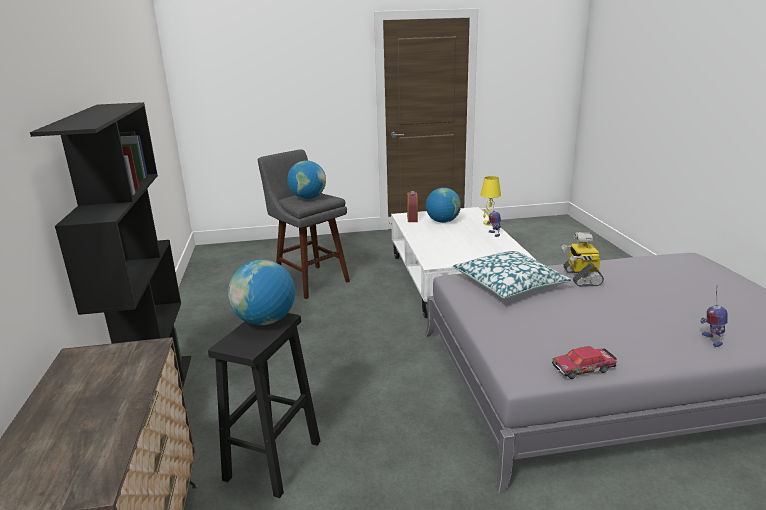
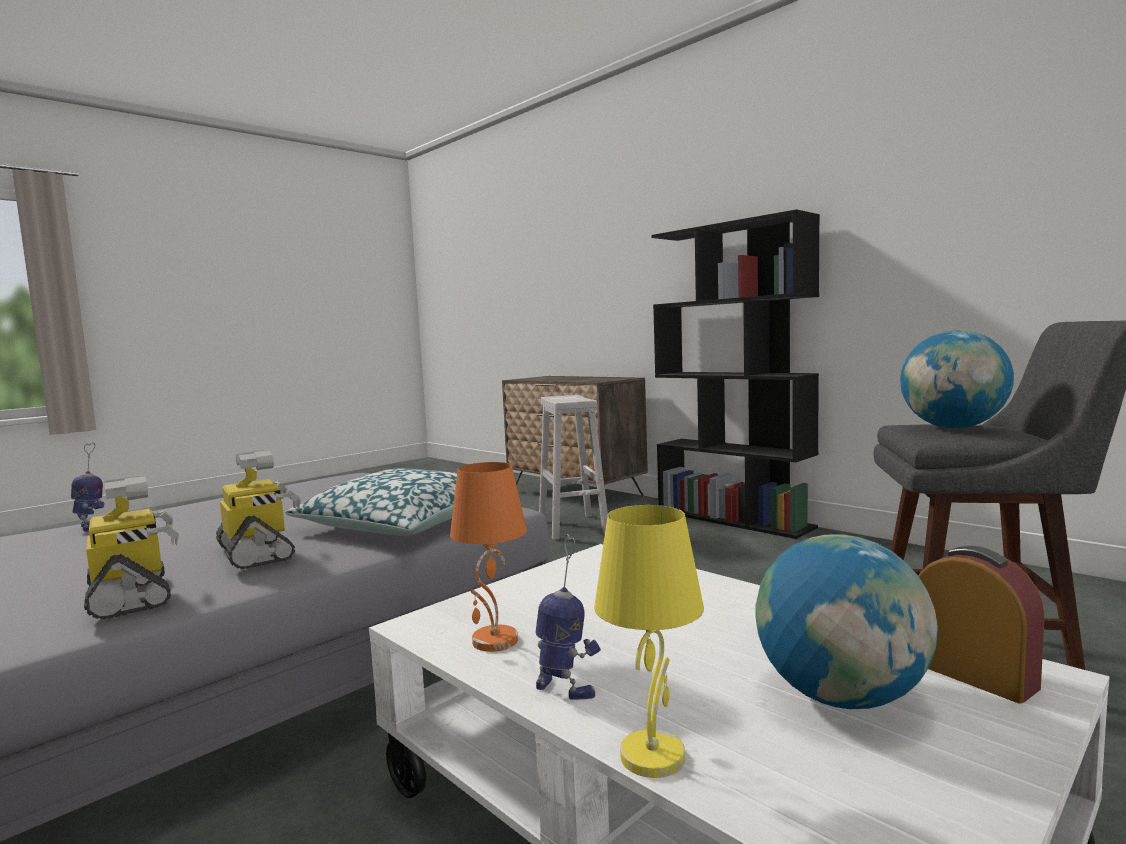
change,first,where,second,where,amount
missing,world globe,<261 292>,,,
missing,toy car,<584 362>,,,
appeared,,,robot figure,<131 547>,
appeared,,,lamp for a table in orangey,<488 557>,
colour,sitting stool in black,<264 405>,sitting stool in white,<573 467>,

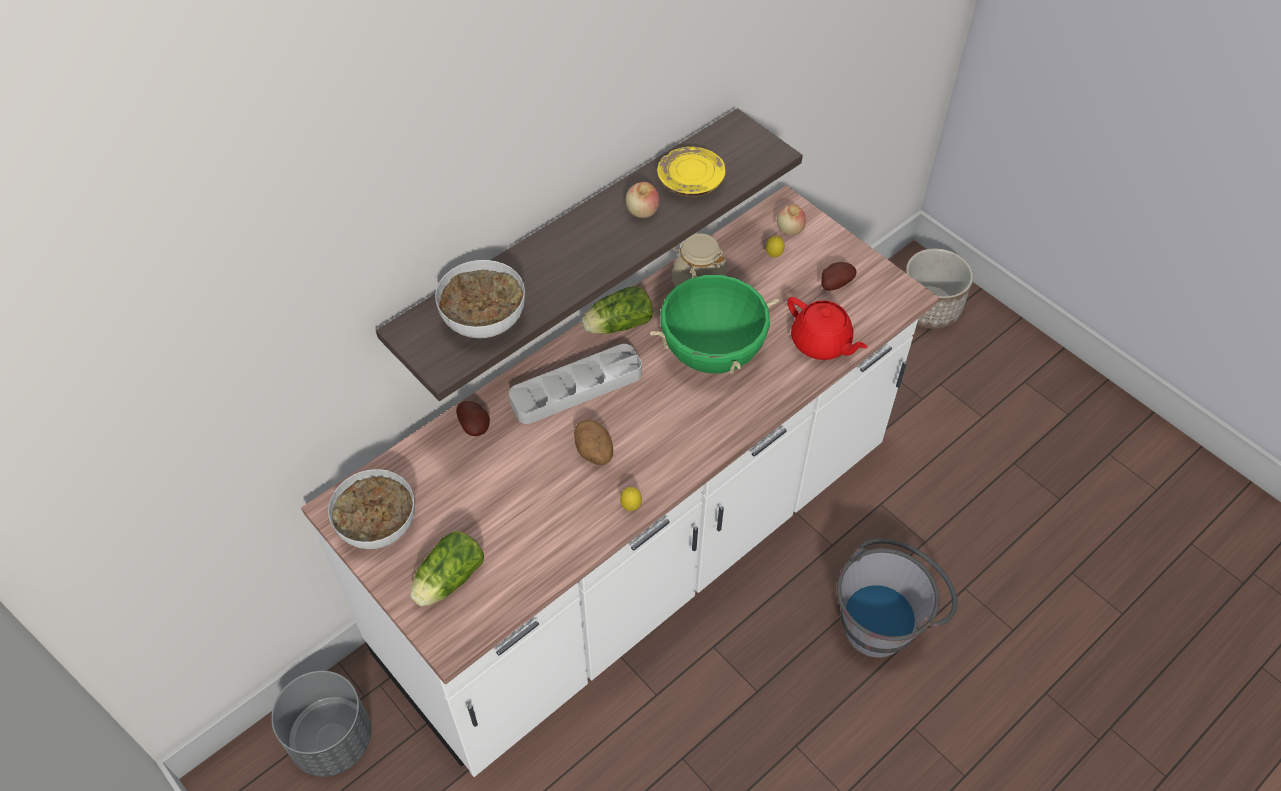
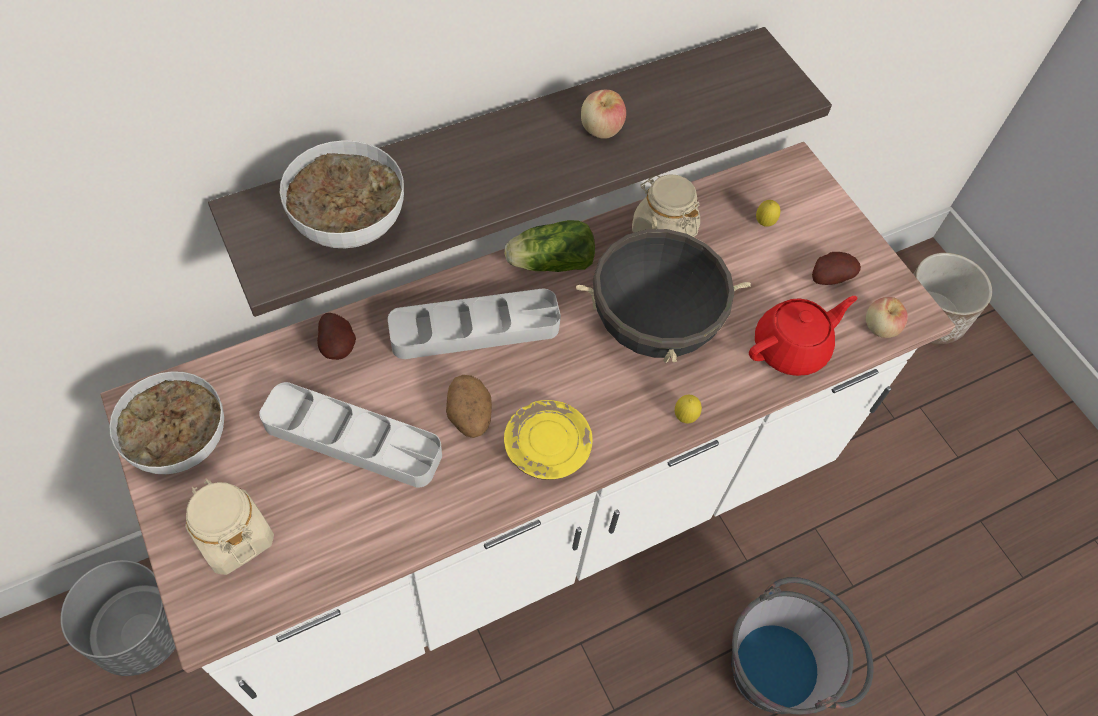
change,first,where,second,where,amount
appeared,,,tray in grey,<350 435>,
relocated,citrus fruit,<631 499>,,<688 409>,
relocated,flat dish in yellowish,<691 172>,,<548 440>,
relocated,whole apple,<791 219>,,<887 317>,
exchanged,lettuce,<447 569>,jar in beige,<229 526>,
colour,cooking pot in green-coloured,<714 321>,cooking pot in black,<663 289>,
spun,pot for tea in red-coloured,<827 328>,,<803 336>,90 degrees counterclockwise

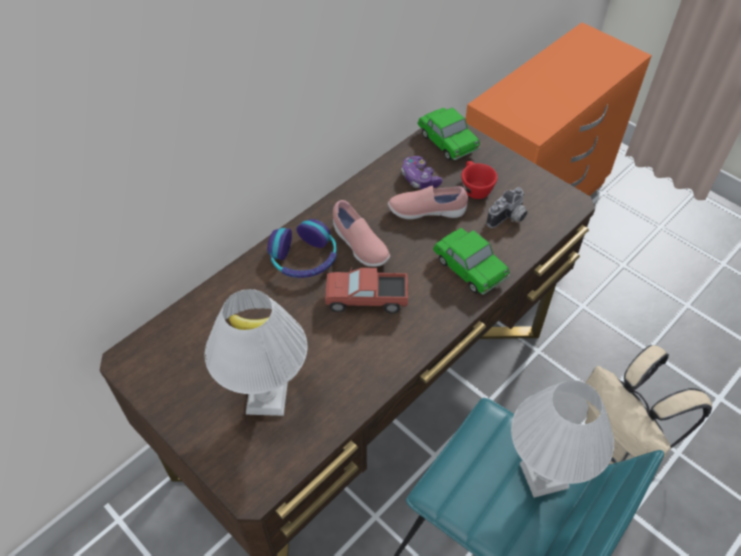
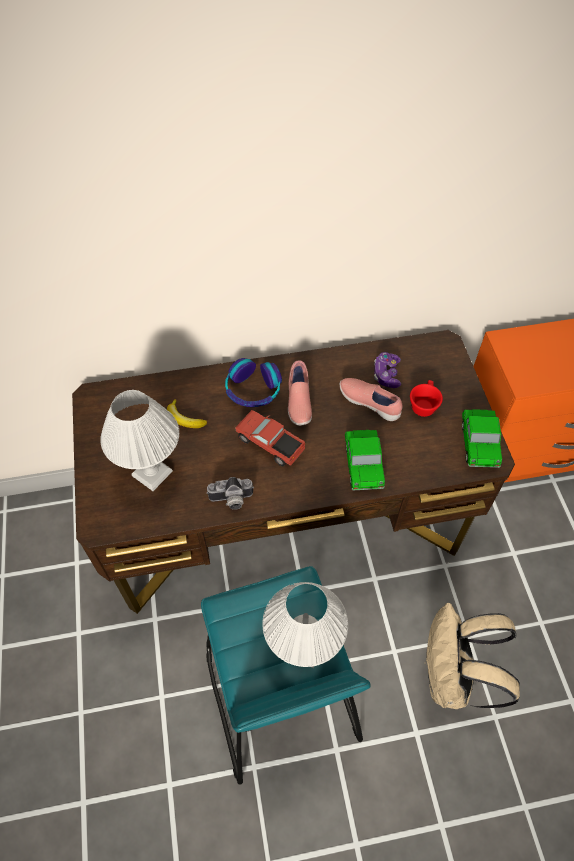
change,first,where,second,where,amount
relocated,toy car,<449 134>,,<482 438>,
relocated,photo camera,<507 207>,,<230 493>,

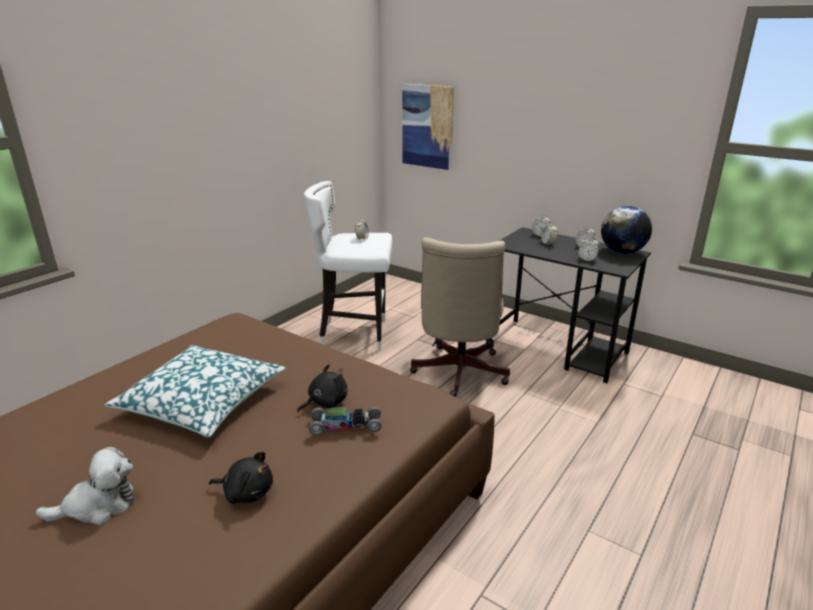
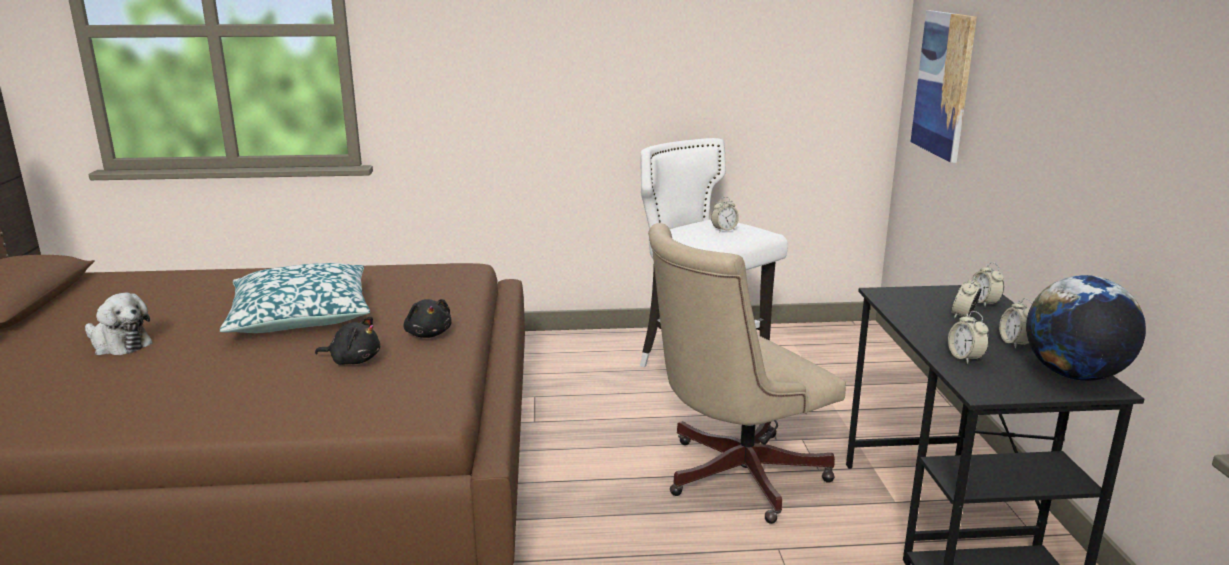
change,first,where,second,where,amount
missing,toy car,<345 421>,,,
relocated,plush toy in black,<241 478>,,<427 318>,

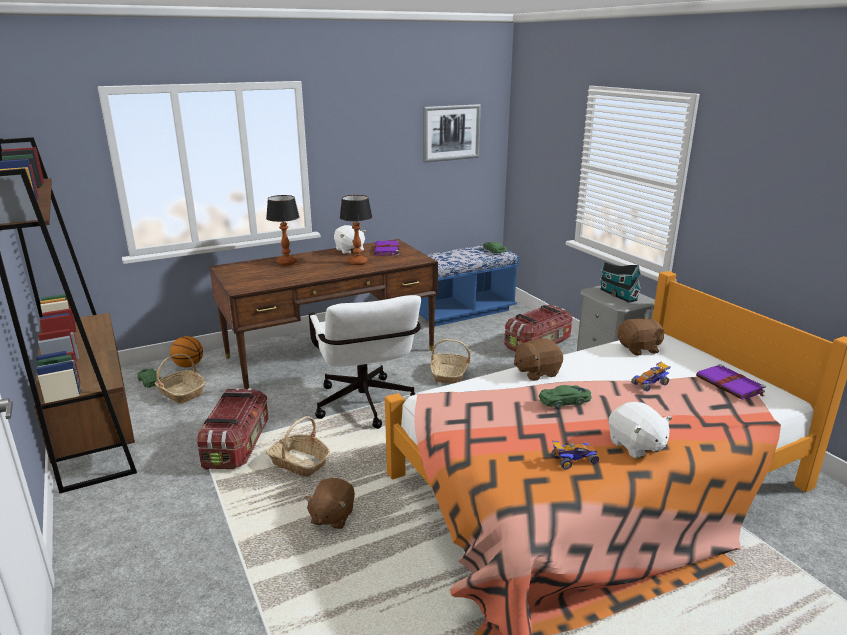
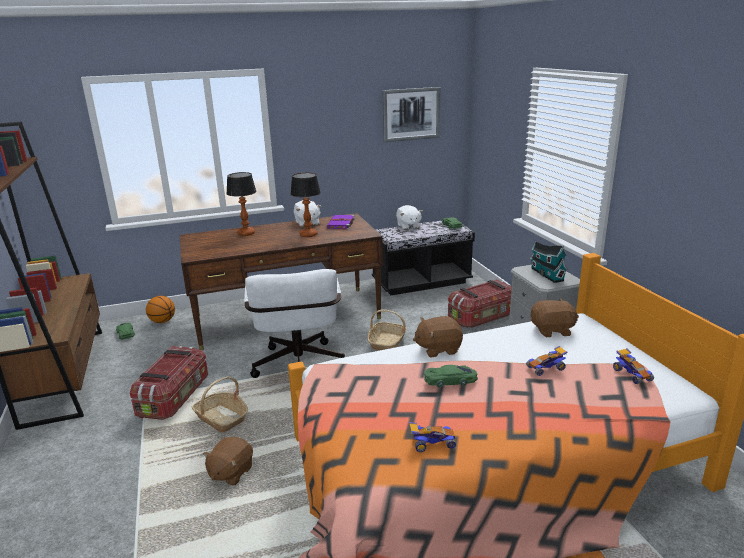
change,first,where,second,where,amount
missing,household basket,<180 379>,,,
relocated,plush toy in white,<640 430>,,<409 217>,
exchanged,book in purple-coloured,<731 382>,toy car,<633 366>,
colour,indoor bench in bluish,<469 285>,indoor bench in black,<423 257>,

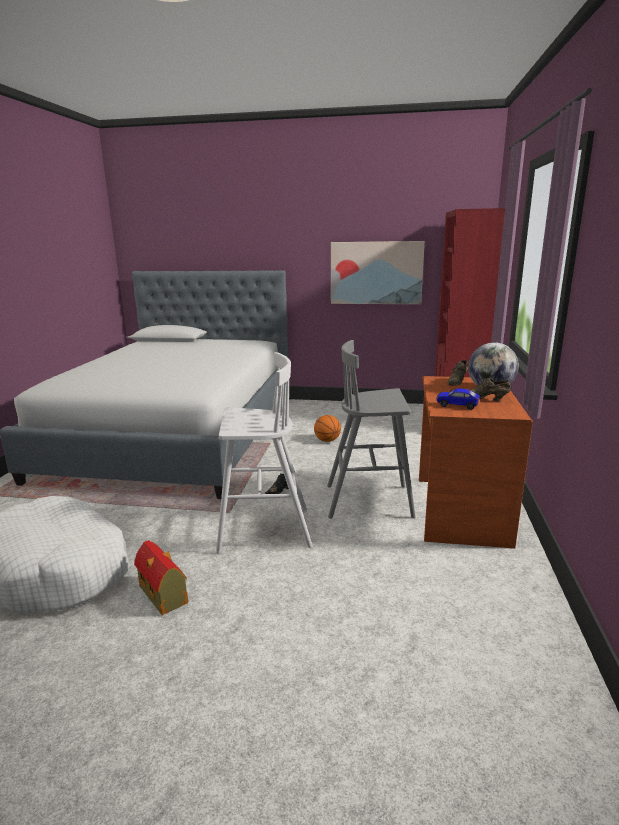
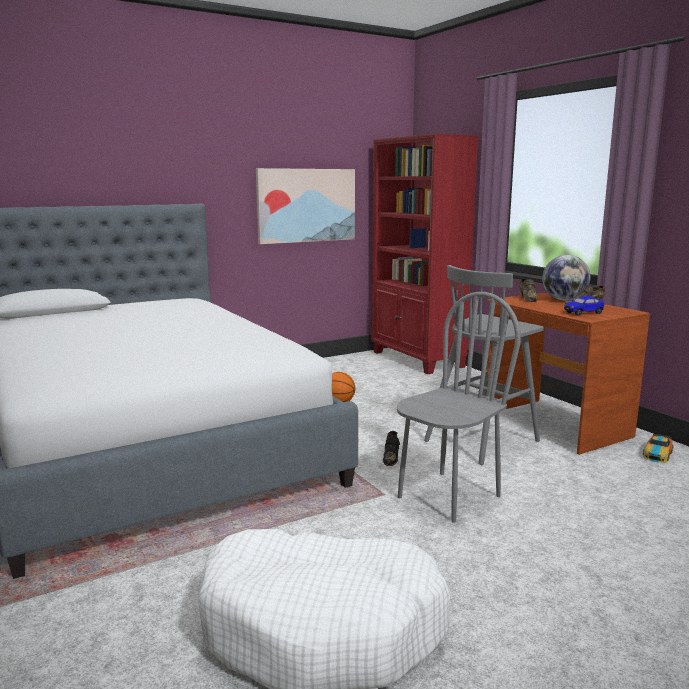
change,first,where,second,where,amount
missing,model house,<161 577>,,,
appeared,,,toy car,<658 448>,
exchanged,sitting stool in white,<264 453>,chair in grey,<459 407>,

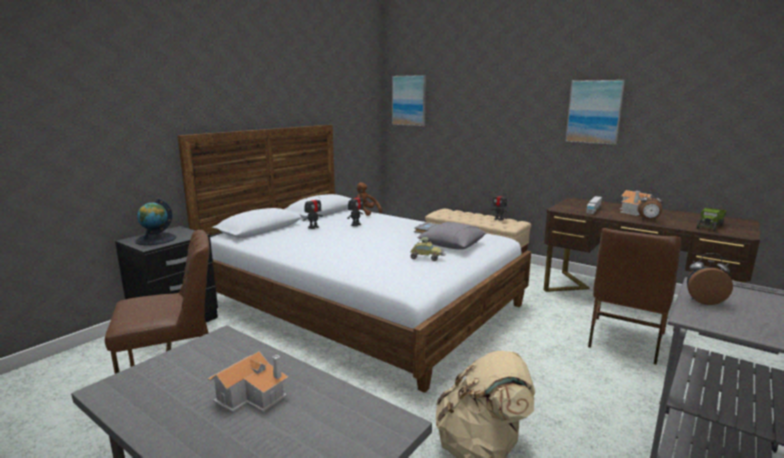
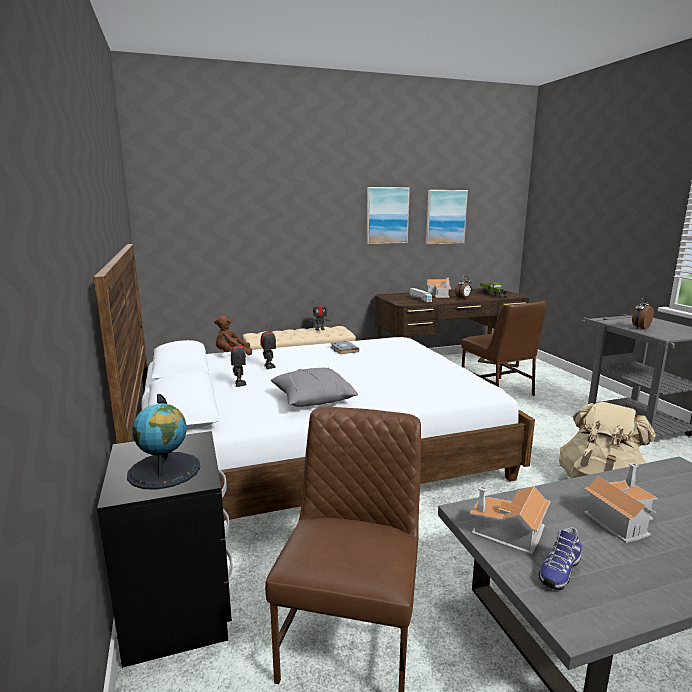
change,first,where,second,where,amount
missing,toy car,<428 249>,,,
appeared,,,model house,<510 520>,
appeared,,,shoe,<560 558>,
relocated,picture,<409 100>,,<447 217>,
relocated,throw pillow in grey,<451 236>,,<314 387>,

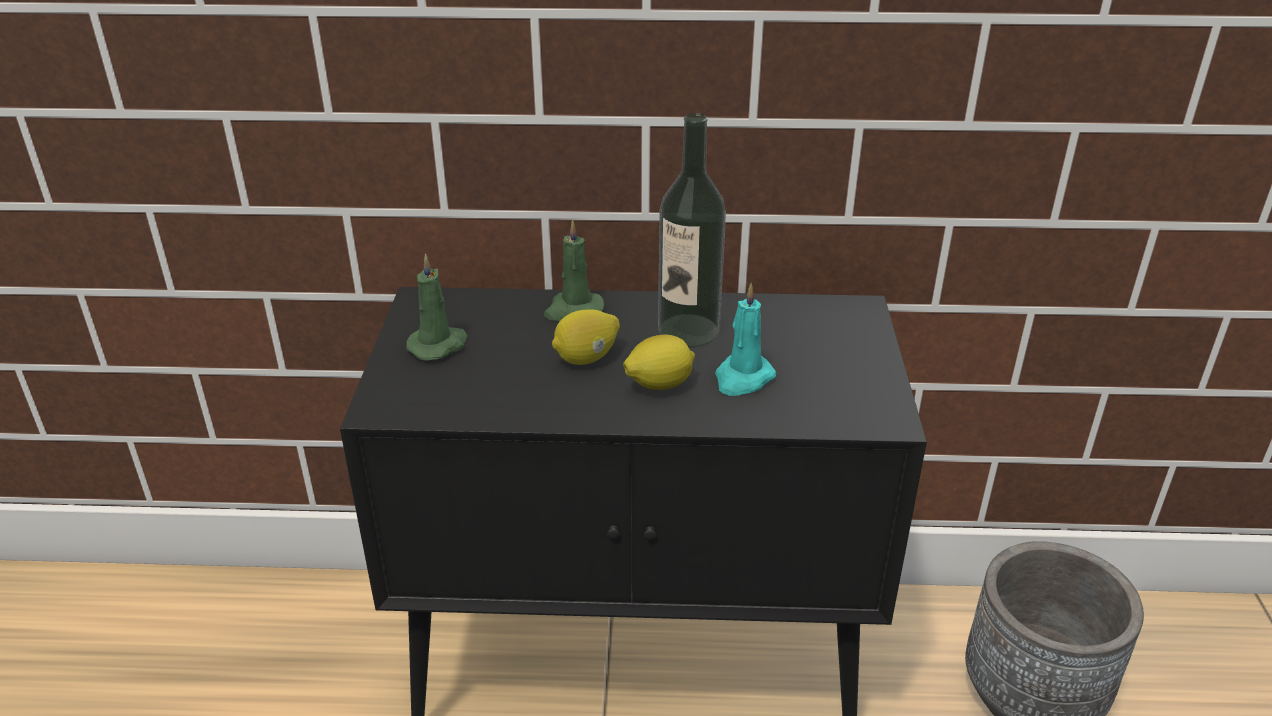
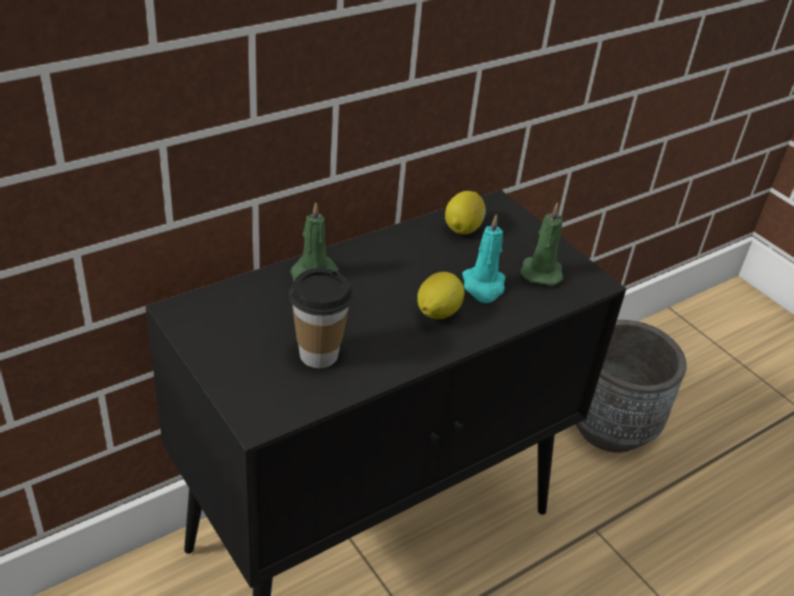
change,first,where,second,where,amount
missing,drink bottle,<692 230>,,,
appeared,,,drinking cup,<321 318>,
relocated,wax candle in green-coloured,<437 307>,,<541 244>,
relocated,citrus fruit,<586 337>,,<465 212>,

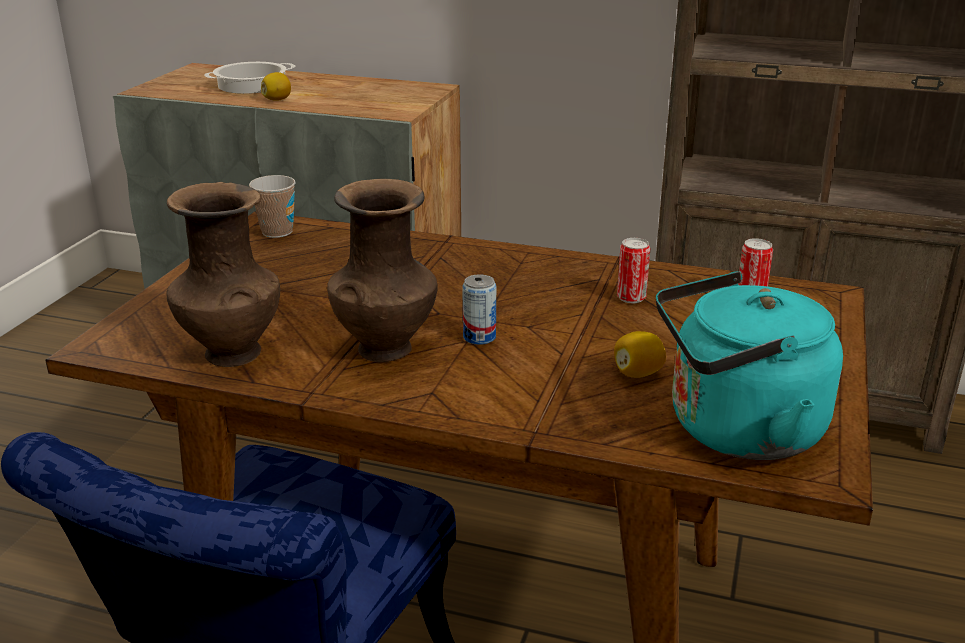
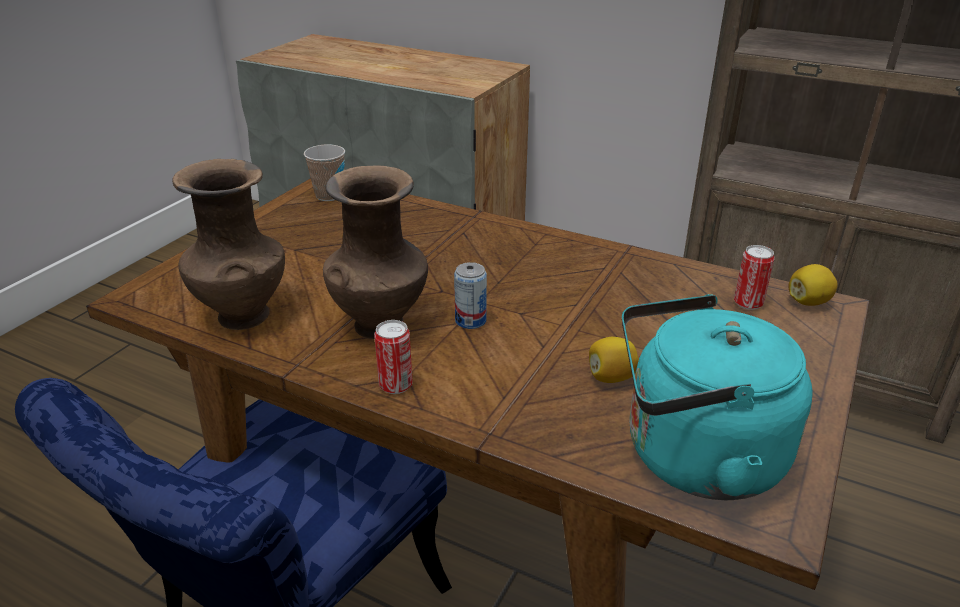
change,first,where,second,where,amount
missing,cooking pot,<250 78>,,,
relocated,citrus fruit,<276 86>,,<813 285>,
relocated,metal can,<633 270>,,<393 357>,

